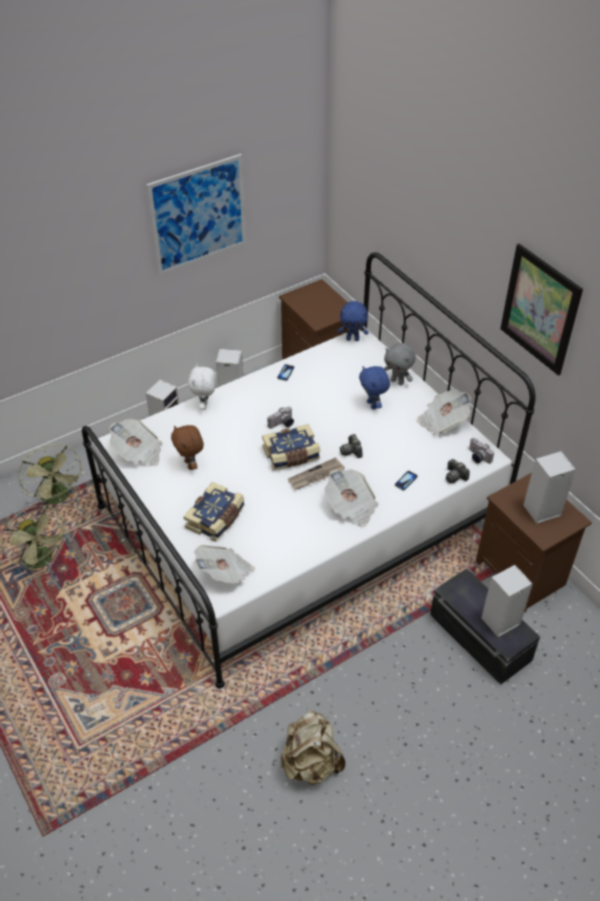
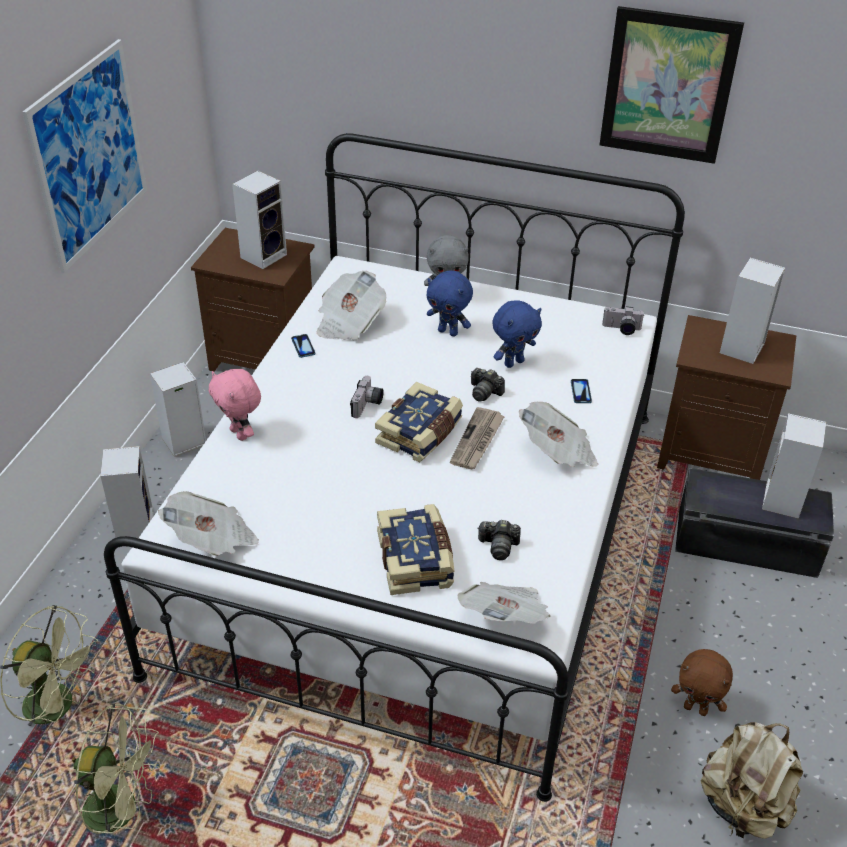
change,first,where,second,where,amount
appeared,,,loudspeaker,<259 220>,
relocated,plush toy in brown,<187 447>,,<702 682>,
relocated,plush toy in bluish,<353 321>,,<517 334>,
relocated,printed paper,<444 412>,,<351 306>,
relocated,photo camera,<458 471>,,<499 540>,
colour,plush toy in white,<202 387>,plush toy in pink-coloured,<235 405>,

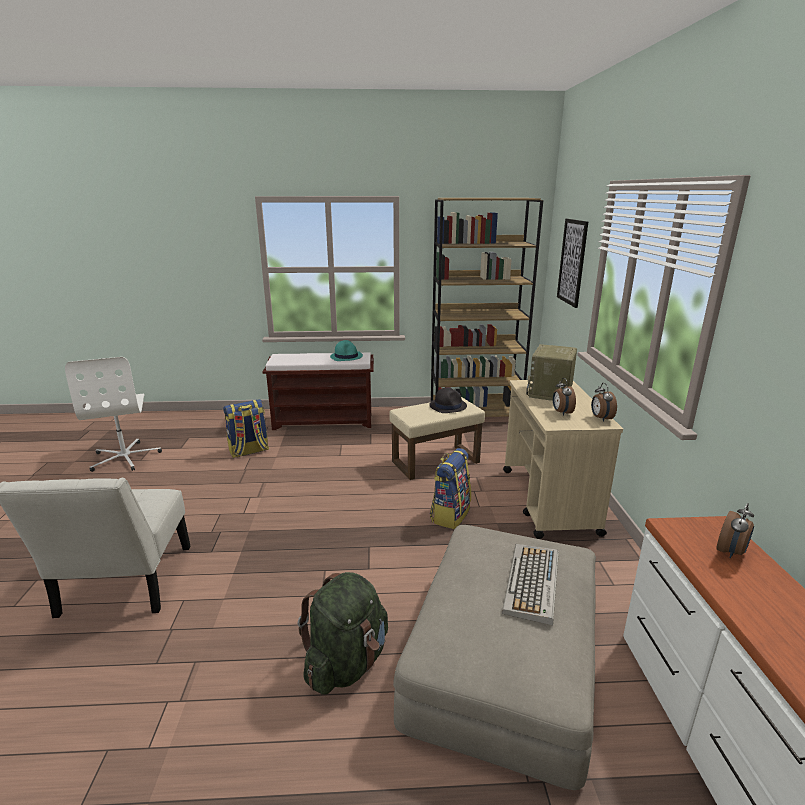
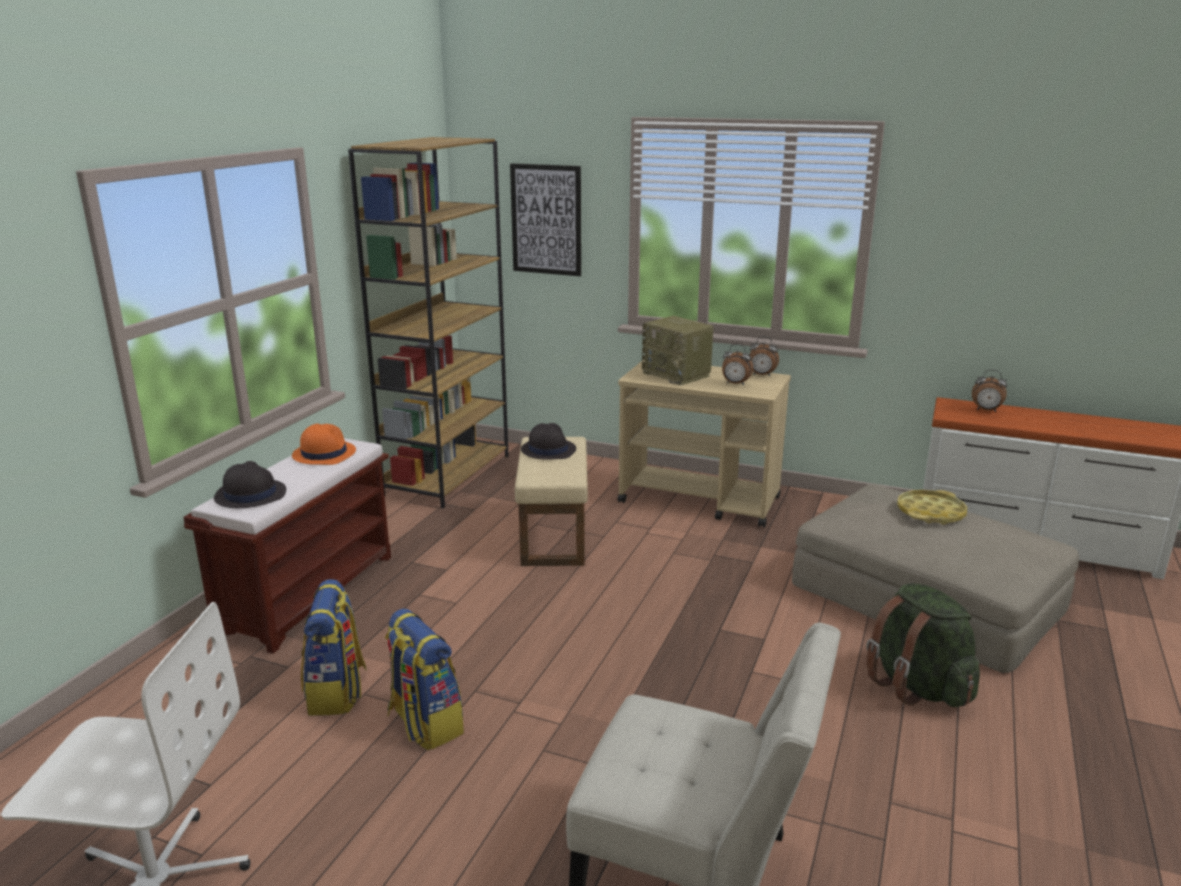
change,first,where,second,where,amount
appeared,,,clothing hat in black,<250 484>,
relocated,knapsack,<450 488>,,<424 679>,
exchanged,computer keyboard,<530 584>,tray in yellowish,<932 507>,
colour,clothing hat in blue-green,<346 350>,clothing hat in orangey,<324 444>,
spun,alarm clock,<735 530>,,<989 391>,135 degrees clockwise

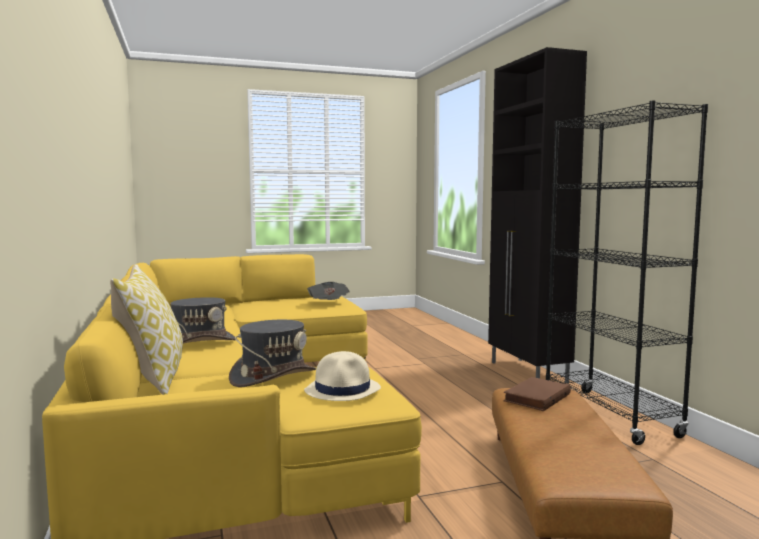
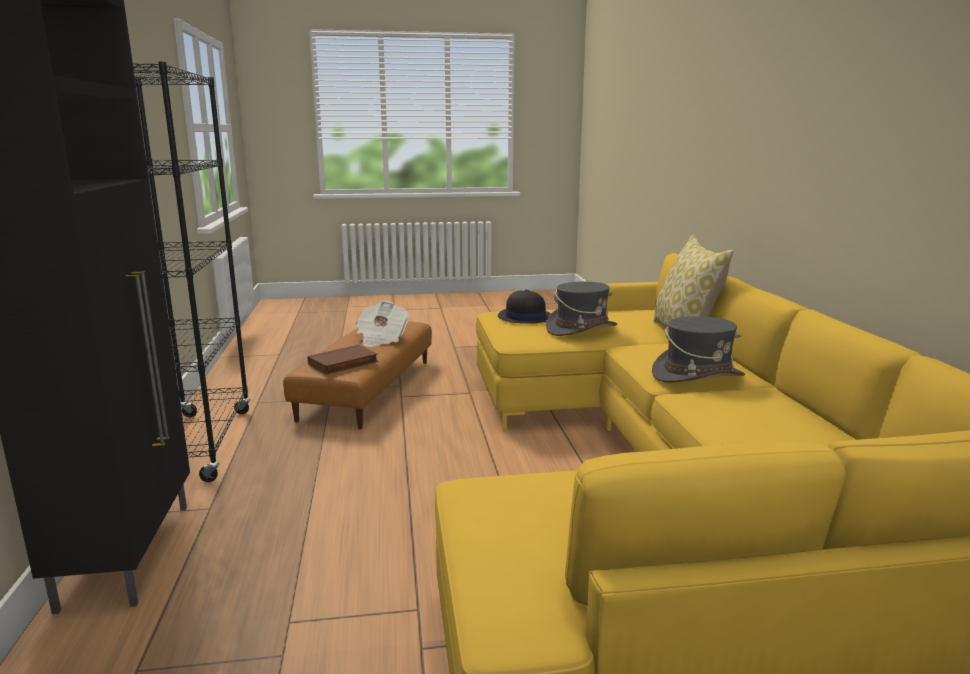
change,first,where,second,where,amount
relocated,printed paper,<328 291>,,<383 324>,
colour,clothing hat in beige,<342 376>,clothing hat in black,<524 307>,

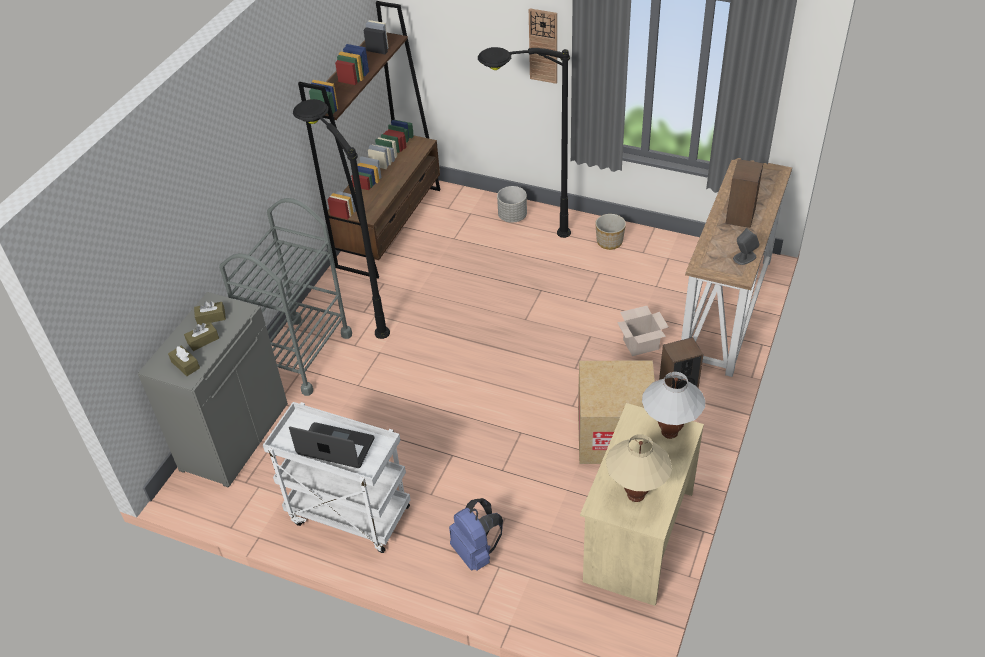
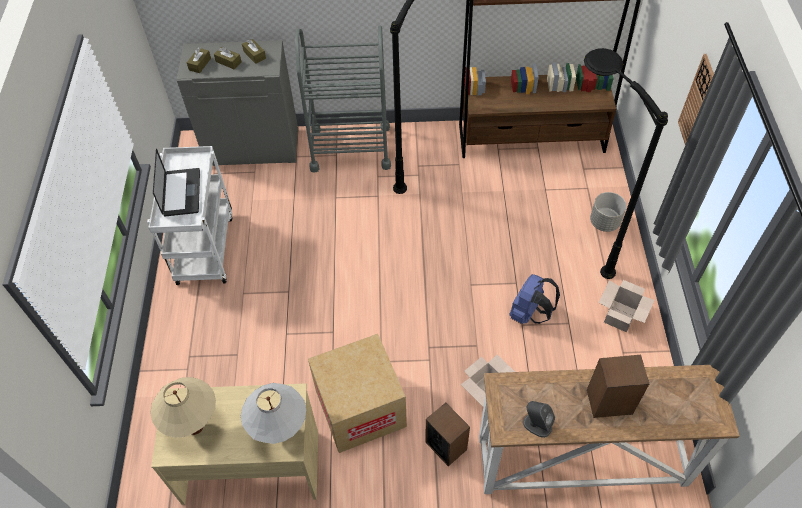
change,first,where,second,where,amount
relocated,knapsack in bluish,<476 534>,,<534 299>,
exchanged,flower pot,<610 232>,carton,<626 306>,

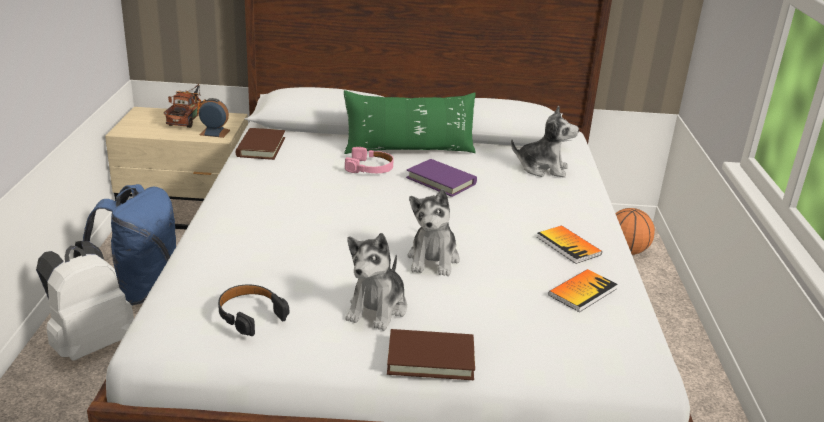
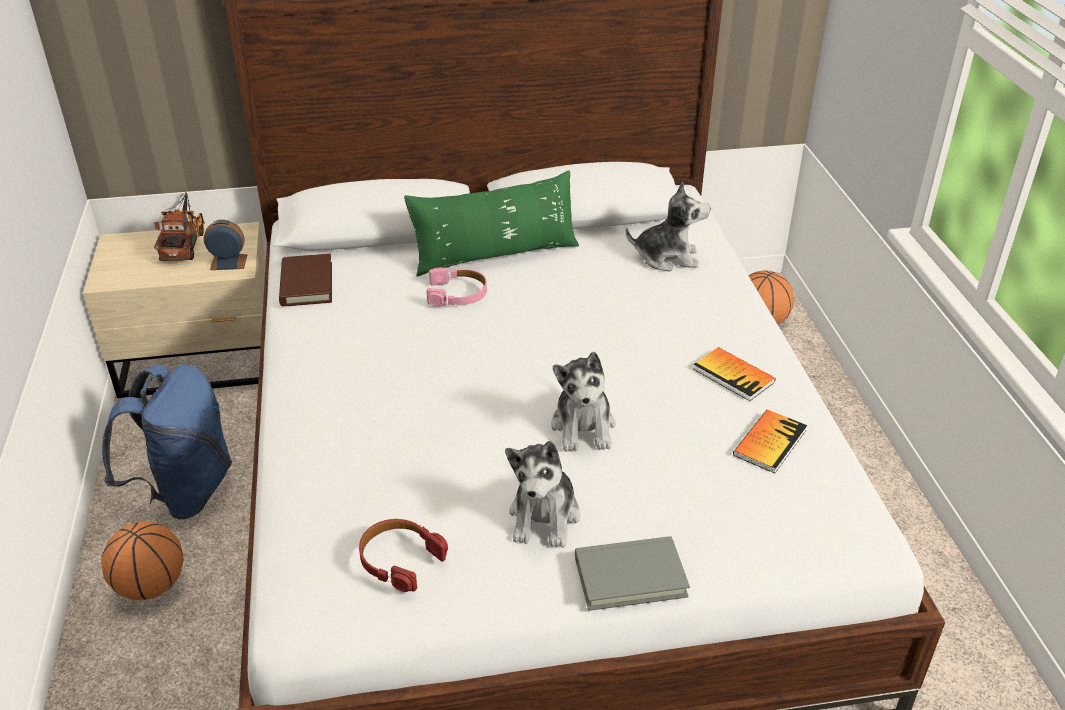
change,first,where,second,where,amount
missing,book in purple-coloured,<441 178>,,,
exchanged,knapsack in white,<85 301>,basketball ball,<142 561>,
colour,pair of headphones in black,<253 310>,pair of headphones in red-coloured,<403 555>,
colour,book in brown,<431 354>,book in grey,<632 573>,

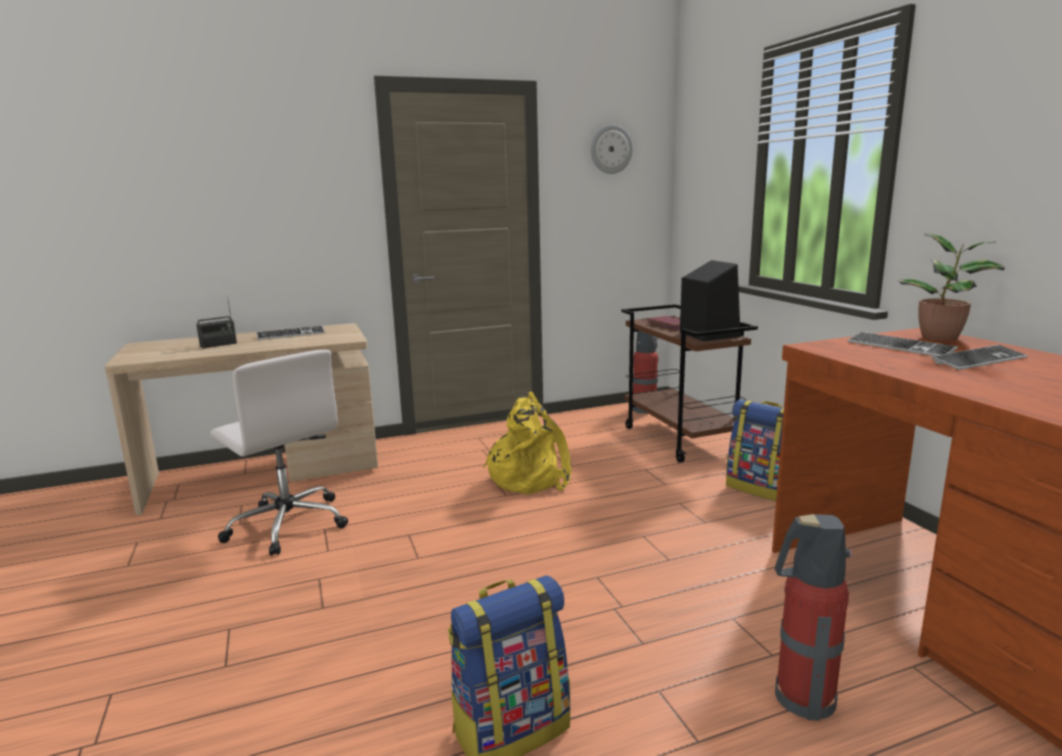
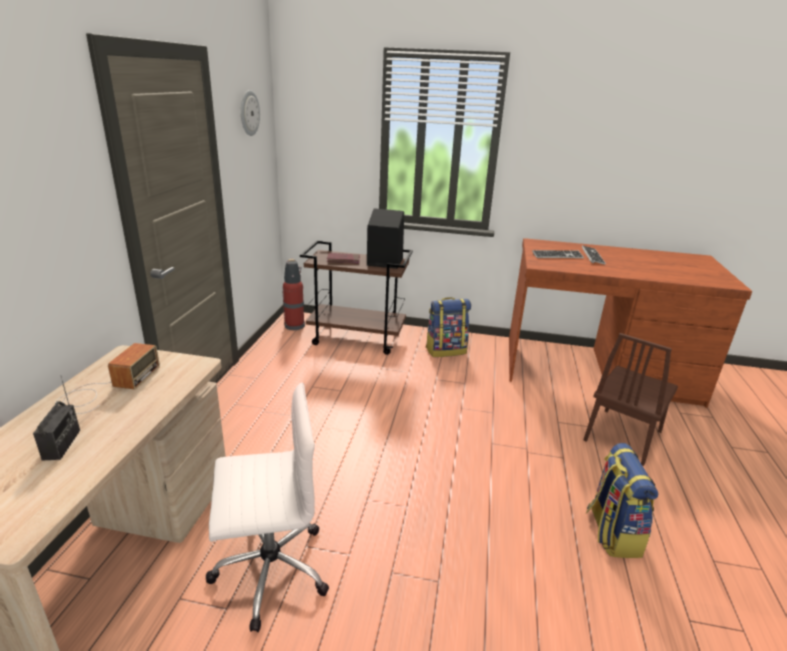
change,first,where,second,where,amount
missing,knapsack in yellowish,<527 443>,,,
missing,potted plant,<951 287>,,,
exchanged,computer keyboard,<290 333>,radio,<107 378>,
exchanged,extinguisher,<813 617>,chair in brown,<630 399>,

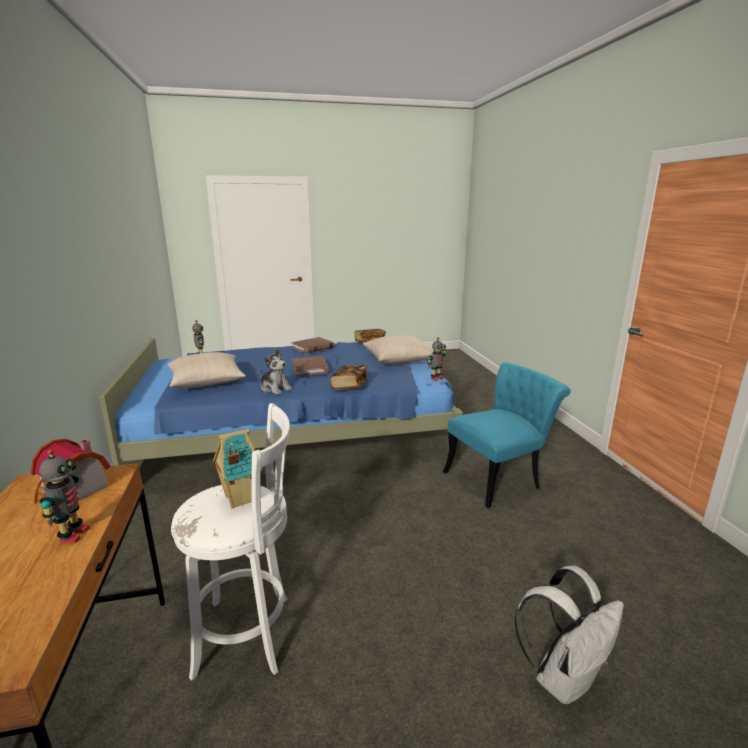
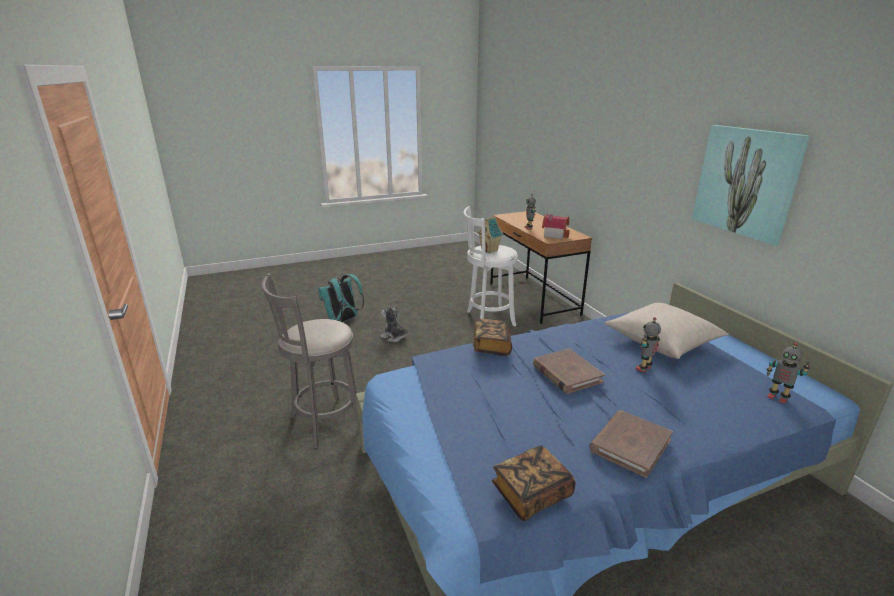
change,first,where,second,where,amount
missing,throw pillow in beige,<398 349>,,,
appeared,,,picture,<751 185>,
relocated,plush toy,<276 371>,,<394 323>,
relocated,robot figure,<437 359>,,<648 345>,
exchanged,chair in blue-green,<507 435>,sitting stool in grey,<310 361>,
colour,knapsack in white,<569 635>,knapsack in blue-green,<341 298>,

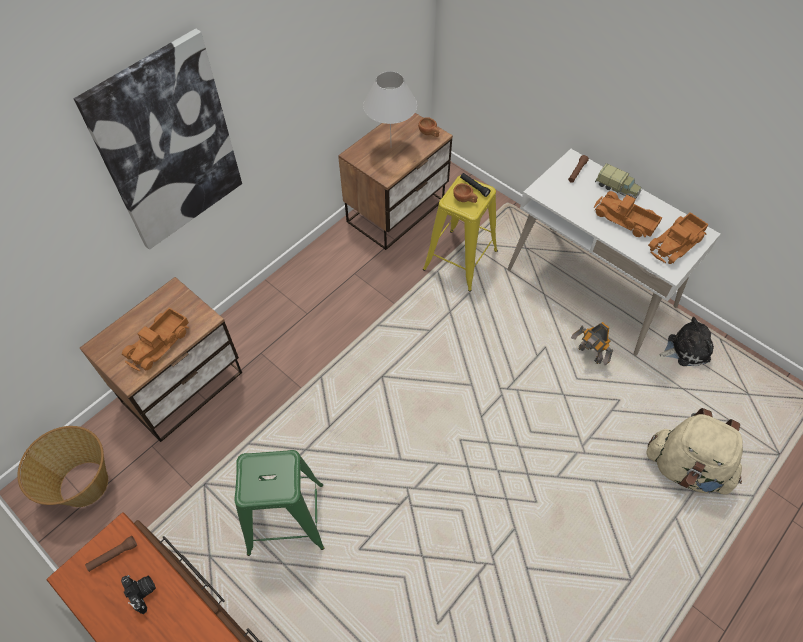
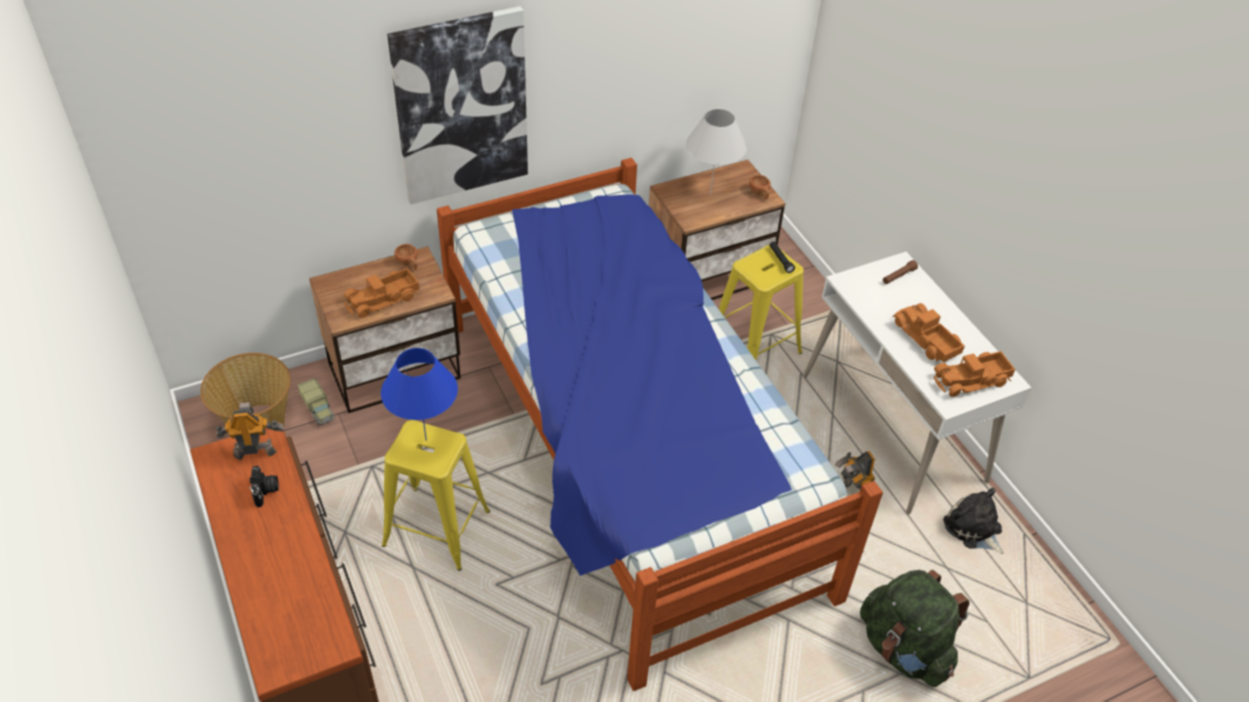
change,first,where,second,where,amount
appeared,,,lamp for a table in bluish,<419 394>,
appeared,,,bedroom bed,<660 424>,
relocated,drinking cup in brown,<465 193>,,<406 257>,
relocated,toy lorry,<618 181>,,<316 401>,
exchanged,flashlight in brown,<111 554>,robot figure,<250 431>,
colour,sitting stool in green-coloured,<279 503>,sitting stool in yellowish,<436 495>,
colour,knapsack in beige,<694 451>,knapsack in green-coloured,<915 628>,
spun,plush toy,<687 341>,,<973 521>,135 degrees counterclockwise

